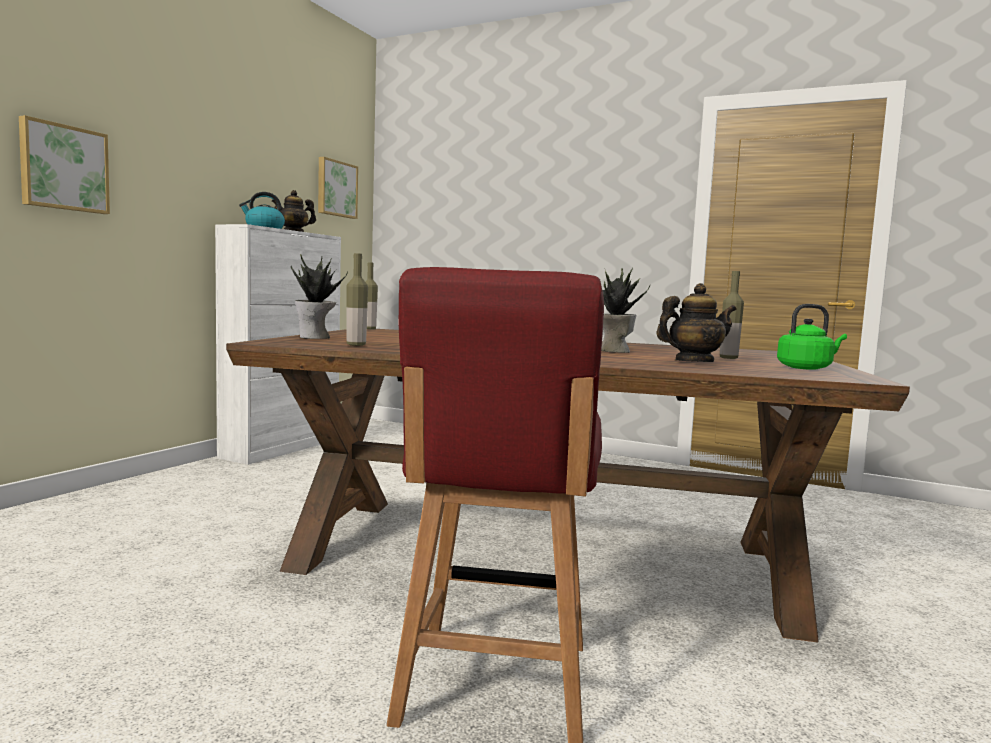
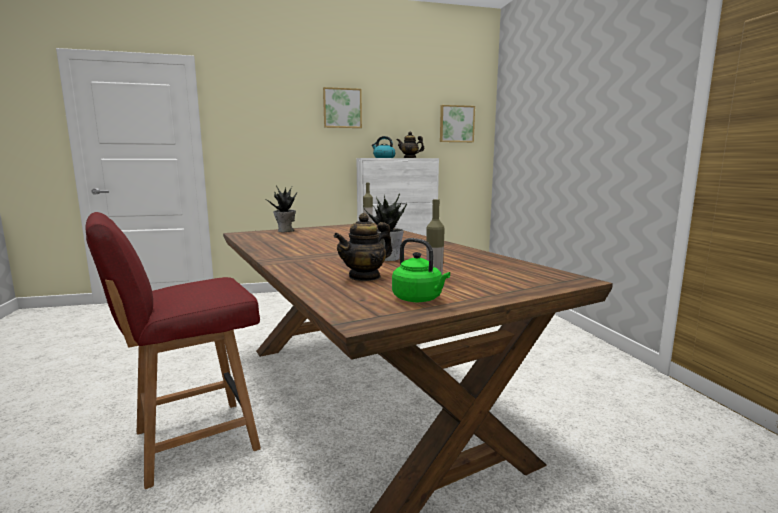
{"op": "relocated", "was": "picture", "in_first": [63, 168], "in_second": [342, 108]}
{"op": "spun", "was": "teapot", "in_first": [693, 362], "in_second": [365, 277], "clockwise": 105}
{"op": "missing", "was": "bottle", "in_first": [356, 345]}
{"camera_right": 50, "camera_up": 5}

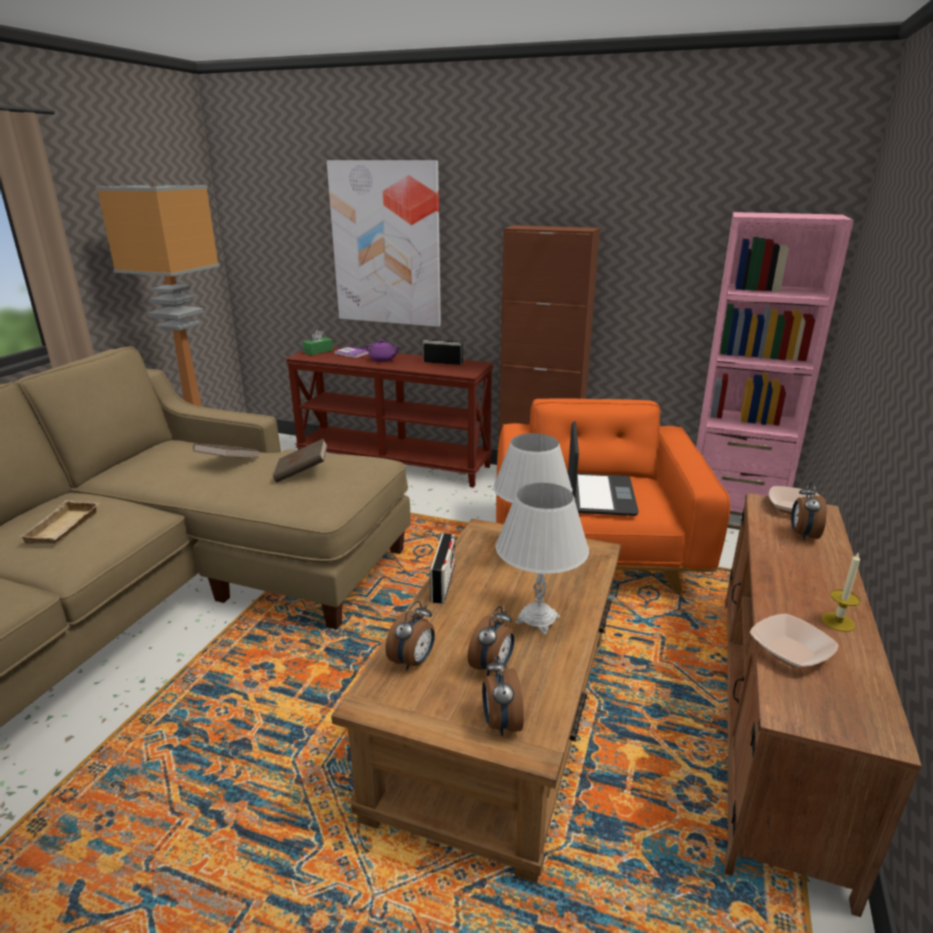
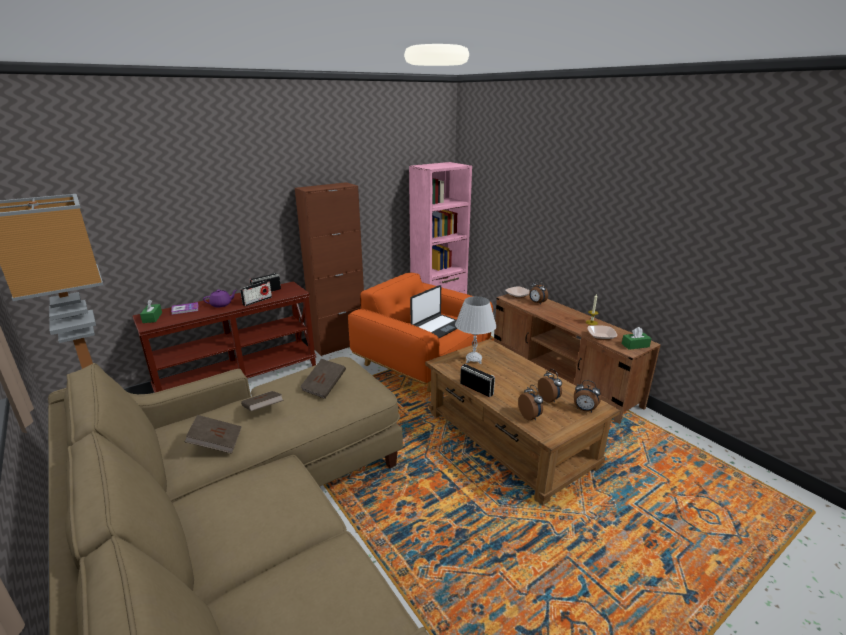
{"op": "appeared", "now": "brown book", "in_second": [216, 443]}
{"op": "appeared", "now": "radio", "in_second": [257, 301]}
{"op": "spun", "was": "laptop", "in_first": [599, 496], "in_second": [437, 327], "clockwise": 90}
{"op": "appeared", "now": "green tissue box", "in_second": [635, 345]}
{"op": "missing", "was": "beige tray", "in_first": [64, 528]}
{"op": "missing", "was": "picture", "in_first": [386, 244]}
{"op": "missing", "was": "white table lamp", "in_first": [538, 620]}
{"camera_right": -55, "camera_up": 0}

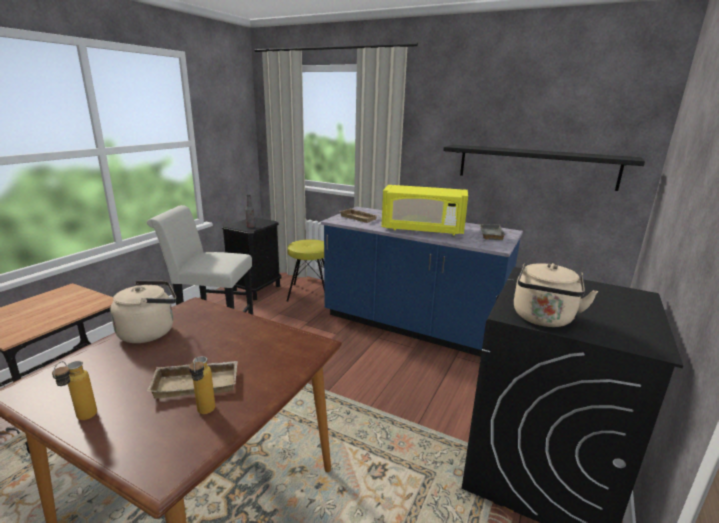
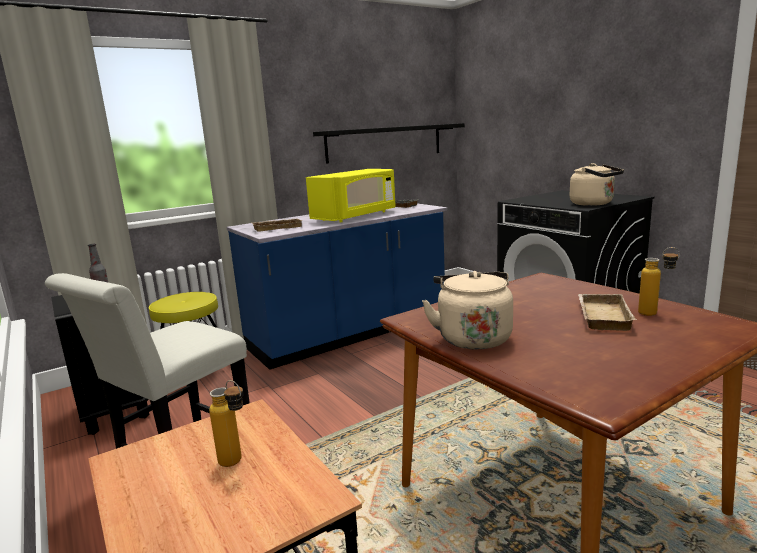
{"op": "relocated", "was": "bottle", "in_first": [82, 420], "in_second": [236, 463]}
{"camera_right": -60, "camera_up": -5}

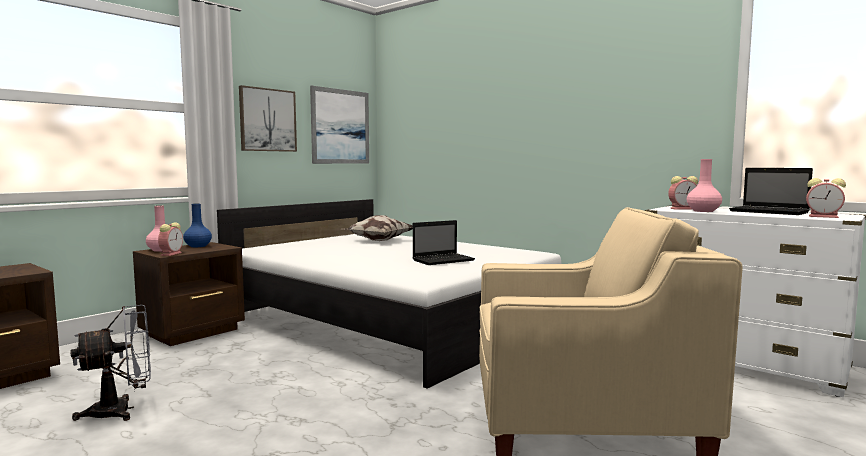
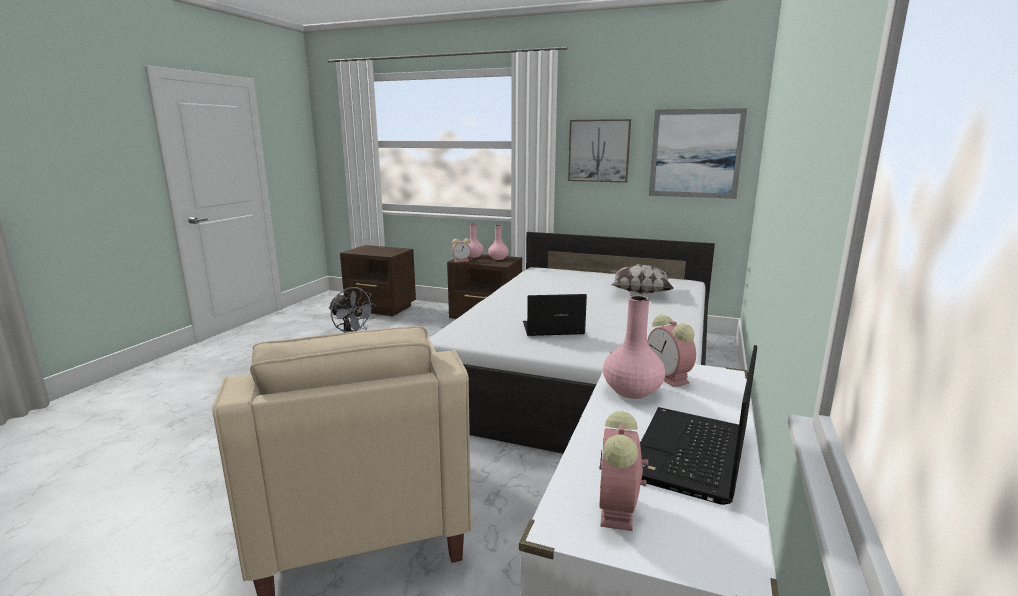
{"op": "colour", "was": "blue vase", "now": "pink vase", "in_first": [198, 246], "in_second": [498, 258]}
{"op": "spun", "was": "laptop", "in_first": [444, 260], "in_second": [551, 329], "clockwise": 135}
{"camera_right": 70, "camera_up": 10}

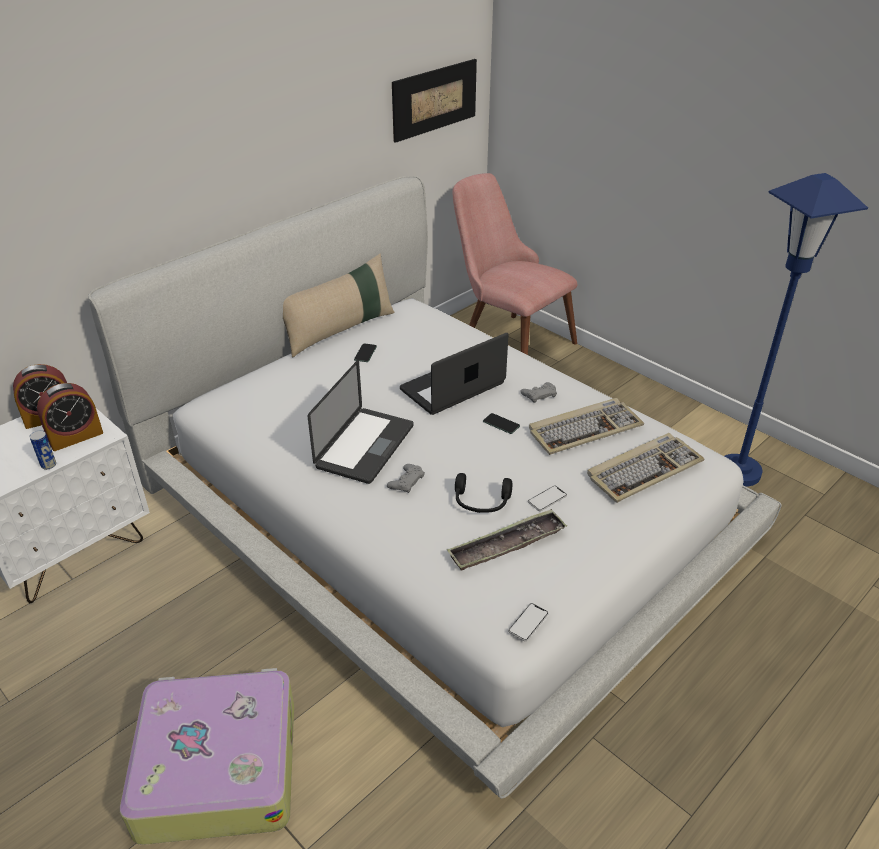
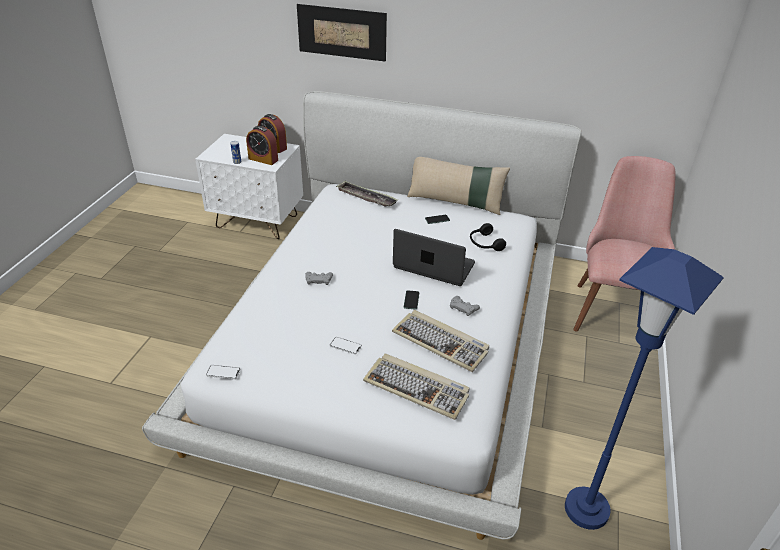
{"op": "relocated", "was": "picture", "in_first": [434, 99], "in_second": [342, 32]}
{"op": "relocated", "was": "tray", "in_first": [507, 545], "in_second": [366, 197]}
{"op": "relocated", "was": "black headphones", "in_first": [481, 502], "in_second": [484, 243]}
{"op": "missing", "was": "suitcase", "in_first": [217, 766]}
{"op": "missing", "was": "laptop", "in_first": [365, 446]}
{"camera_right": 60, "camera_up": 0}

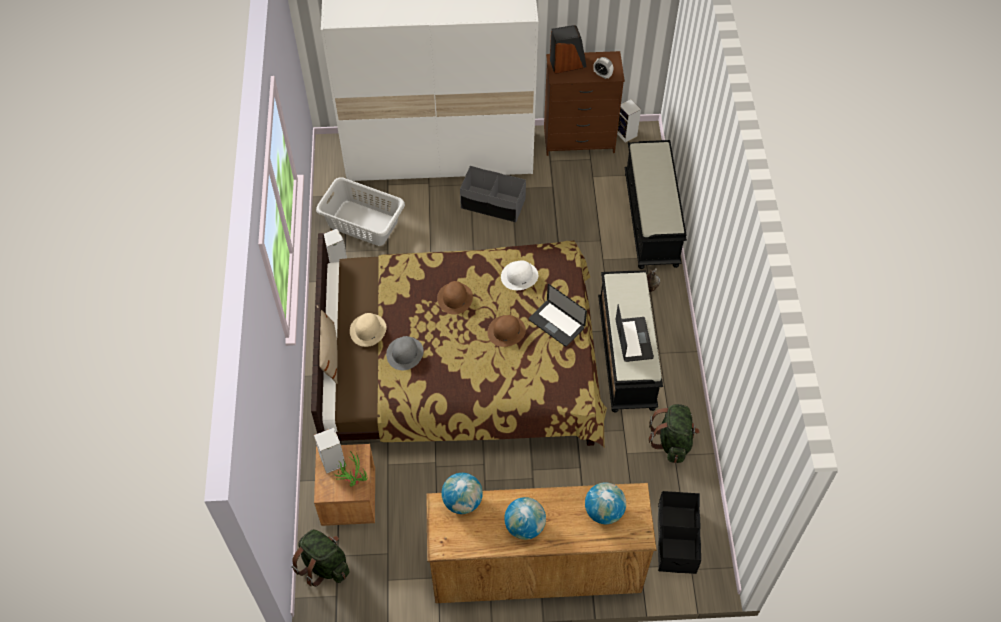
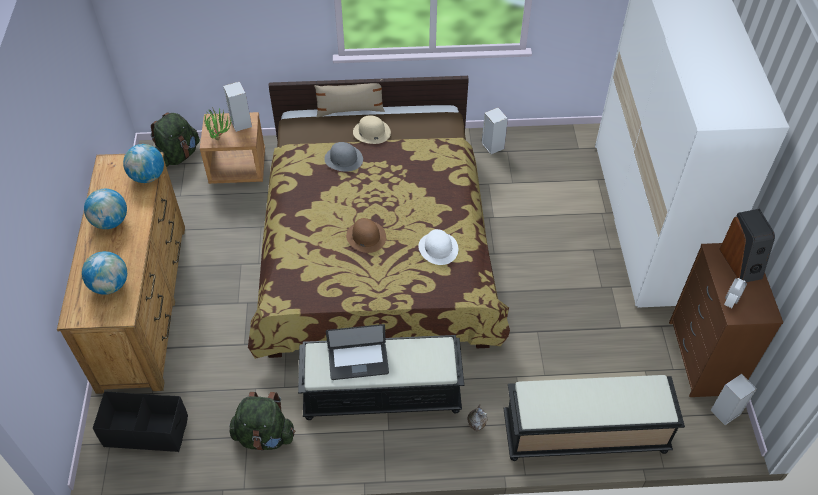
{"op": "missing", "was": "grey laundry basket", "in_first": [363, 222]}
{"op": "missing", "was": "brown hat", "in_first": [455, 298]}
{"op": "missing", "was": "grey storage box", "in_first": [493, 204]}
{"op": "missing", "was": "laptop", "in_first": [556, 324]}
{"camera_right": 90, "camera_up": -5}

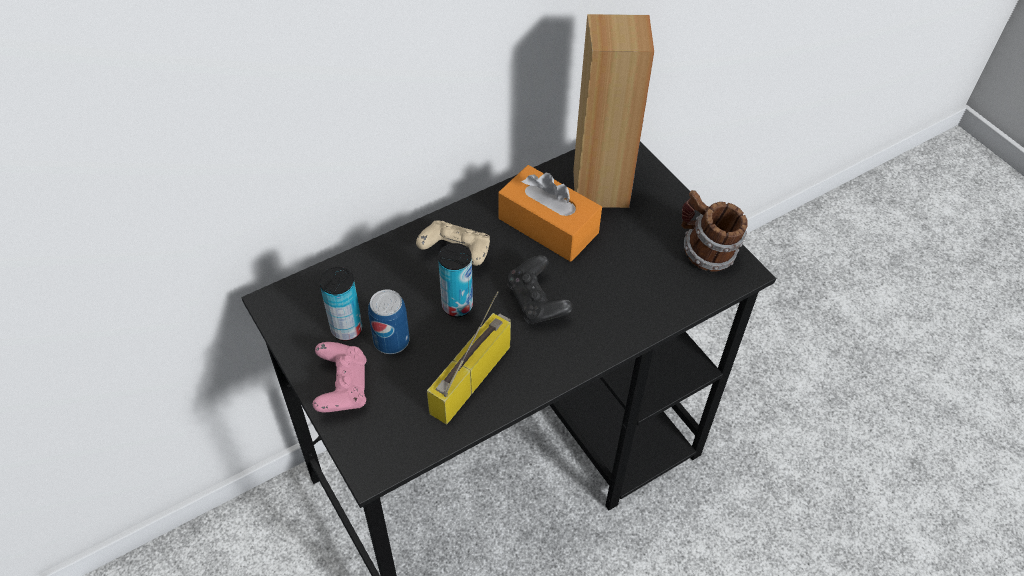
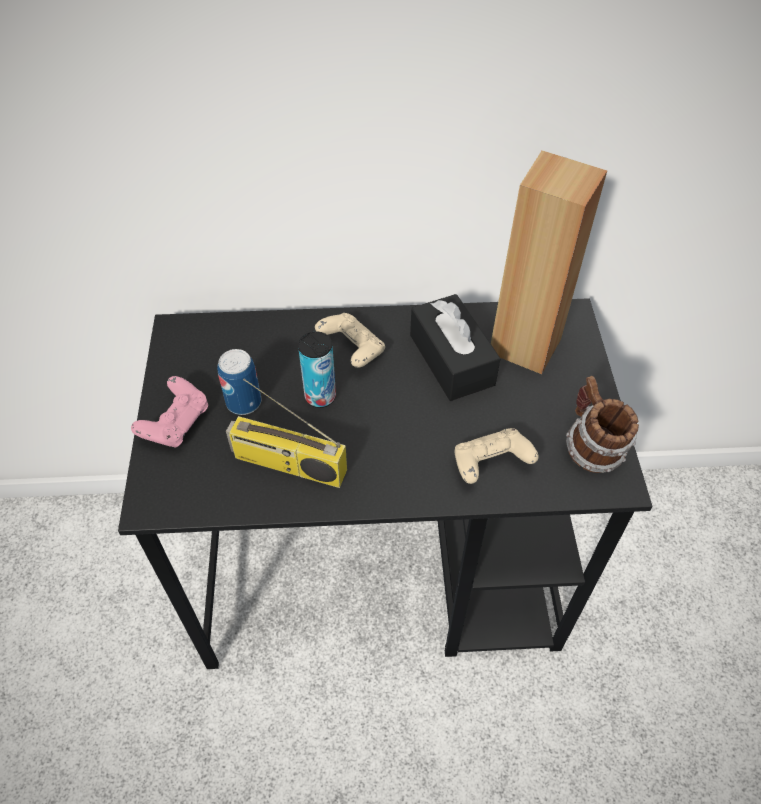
{"op": "spun", "was": "radio", "in_first": [471, 377], "in_second": [287, 465], "clockwise": -135}
{"op": "colour", "was": "orange tissue box", "now": "black tissue box", "in_first": [548, 226], "in_second": [451, 360]}
{"op": "appeared", "now": "beige game controller", "in_second": [490, 464]}
{"op": "missing", "was": "can", "in_first": [346, 329]}
{"op": "missing", "was": "black game controller", "in_first": [537, 302]}
{"camera_right": 30, "camera_up": 0}

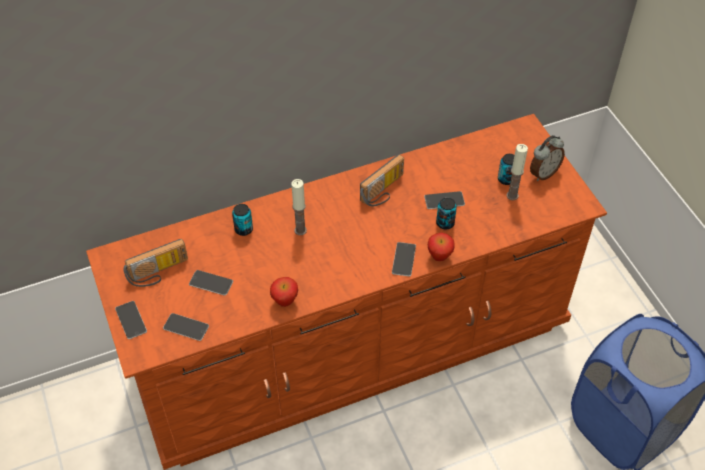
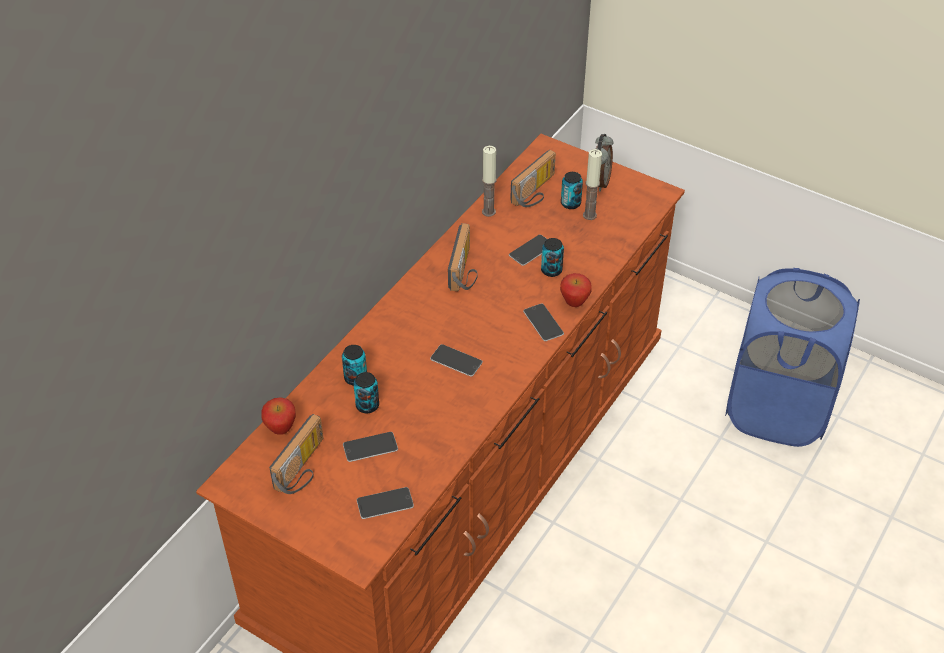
{"op": "relocated", "was": "apple", "in_first": [285, 301], "in_second": [281, 429]}
{"op": "appeared", "now": "can", "in_second": [367, 405]}
{"op": "relocated", "was": "phone", "in_first": [131, 320], "in_second": [456, 360]}
{"op": "relocated", "was": "candle", "in_first": [300, 230], "in_second": [488, 212]}
{"op": "appeared", "now": "radio", "in_second": [536, 192]}
{"camera_right": -35, "camera_up": -5}

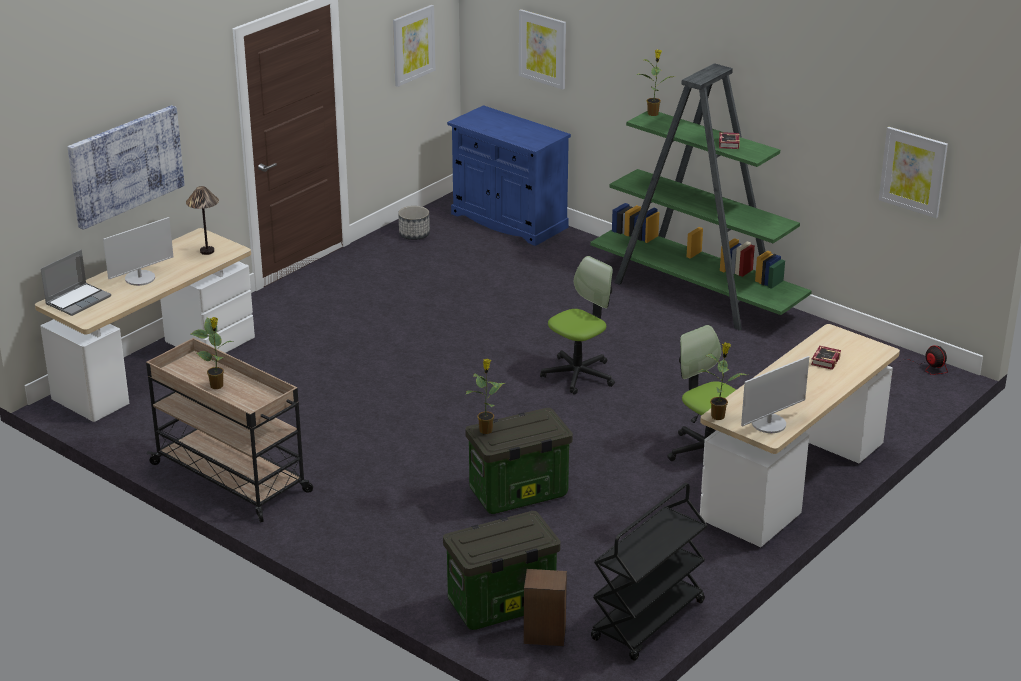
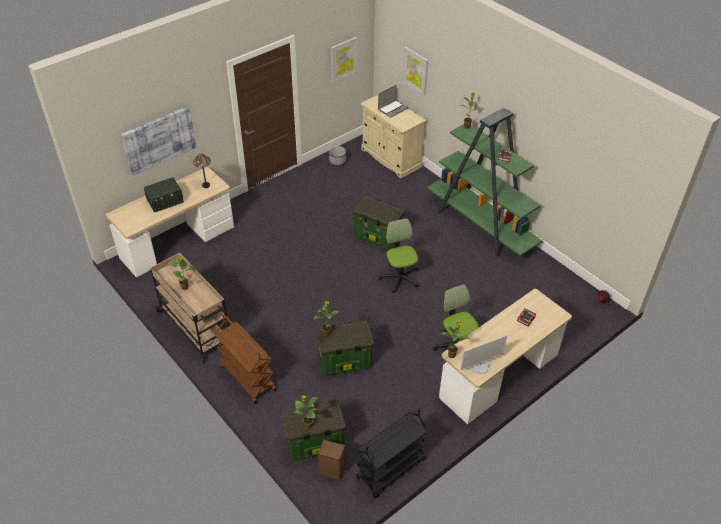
{"op": "exchanged", "was": "monitor", "now": "radio", "in_first": [140, 278], "in_second": [165, 201]}
{"op": "appeared", "now": "brown cart", "in_second": [247, 377]}
{"op": "appeared", "now": "potted plant", "in_second": [307, 425]}
{"op": "appeared", "now": "storage box", "in_second": [378, 236]}
{"op": "colour", "was": "blue cabinet", "now": "beige cabinet", "in_first": [509, 221], "in_second": [391, 158]}
{"op": "relocated", "was": "laptop", "in_first": [78, 300], "in_second": [392, 109]}
{"op": "spun", "was": "office chair", "in_first": [578, 375], "in_second": [400, 278], "clockwise": -75}
{"op": "missing", "was": "picture", "in_first": [913, 171]}
{"camera_right": 10, "camera_up": 15}

